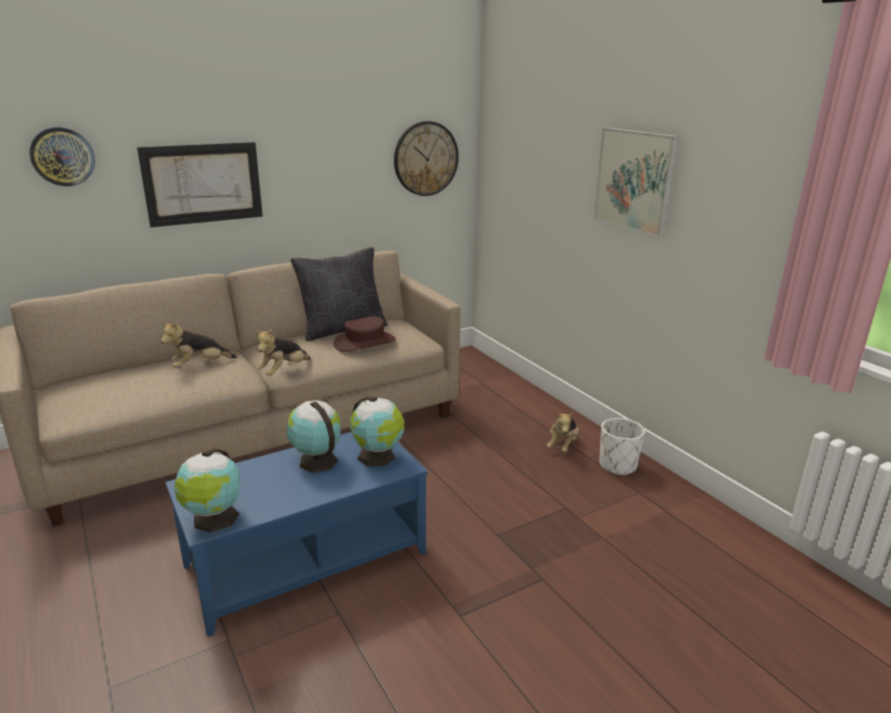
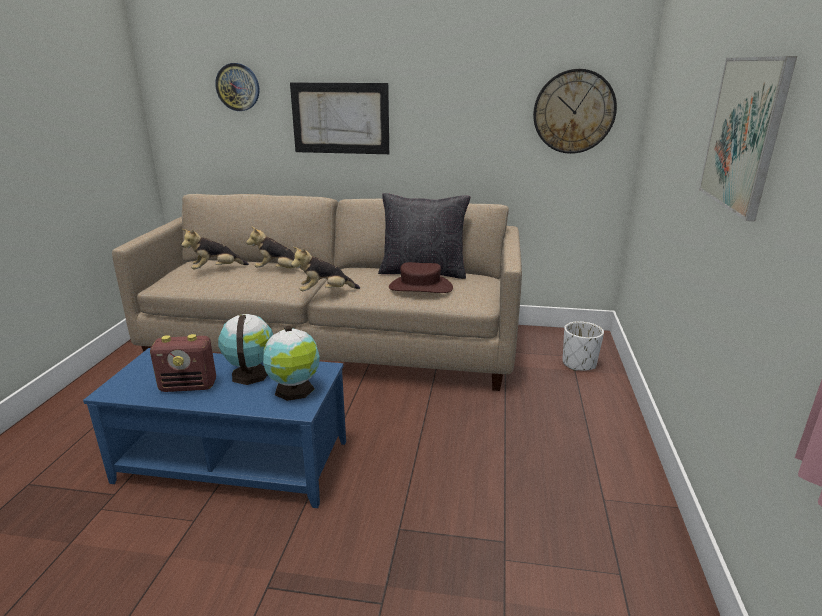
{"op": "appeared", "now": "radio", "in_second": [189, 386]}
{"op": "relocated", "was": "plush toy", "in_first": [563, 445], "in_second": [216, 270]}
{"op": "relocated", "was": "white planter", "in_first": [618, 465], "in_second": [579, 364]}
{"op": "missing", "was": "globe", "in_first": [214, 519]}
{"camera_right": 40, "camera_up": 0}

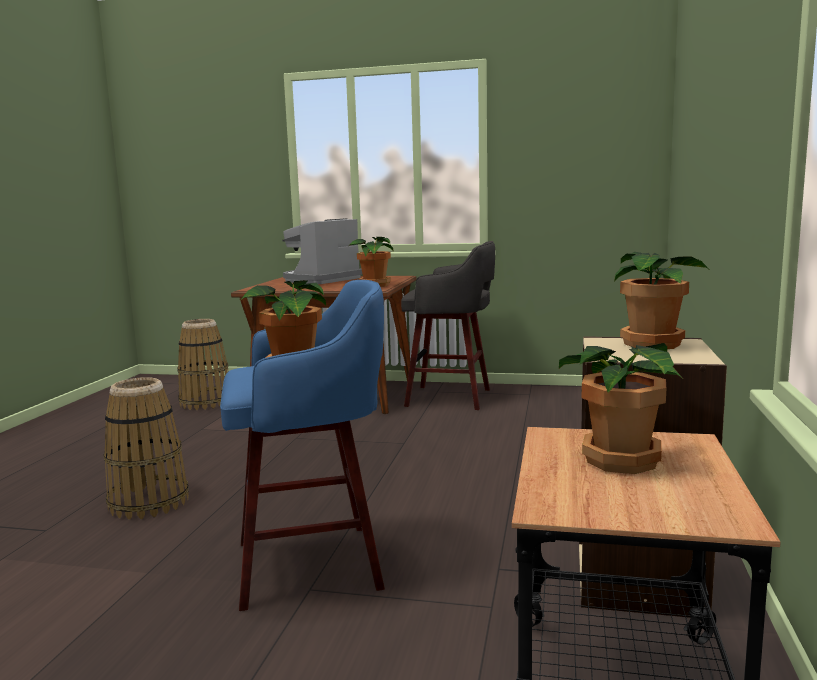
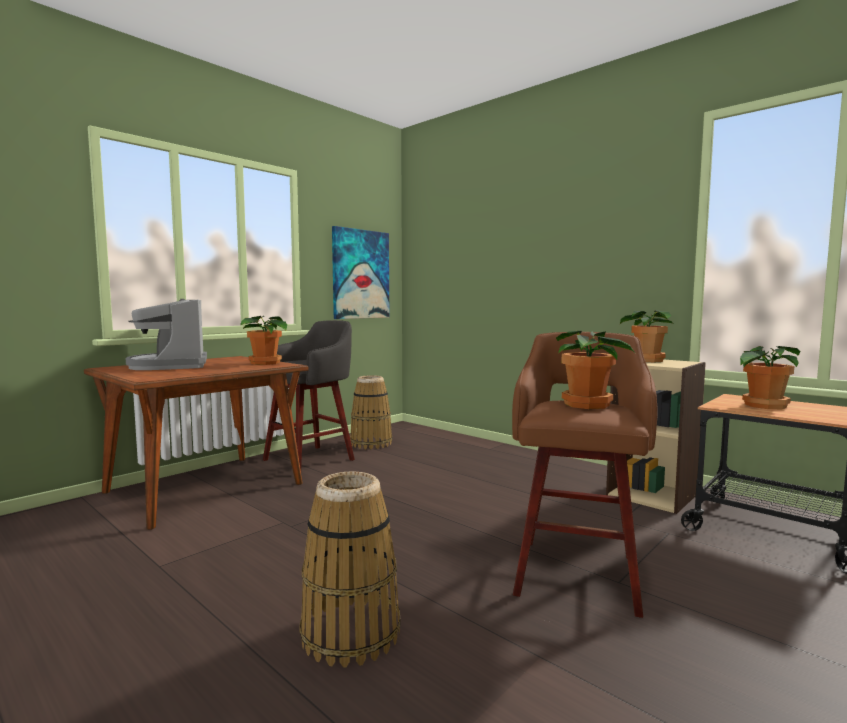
{"op": "appeared", "now": "picture", "in_second": [360, 274]}
{"op": "relocated", "was": "basket", "in_first": [206, 402], "in_second": [371, 443]}
{"op": "colour", "was": "blue stool", "now": "brown stool", "in_first": [314, 564], "in_second": [577, 572]}
{"camera_right": -60, "camera_up": -5}

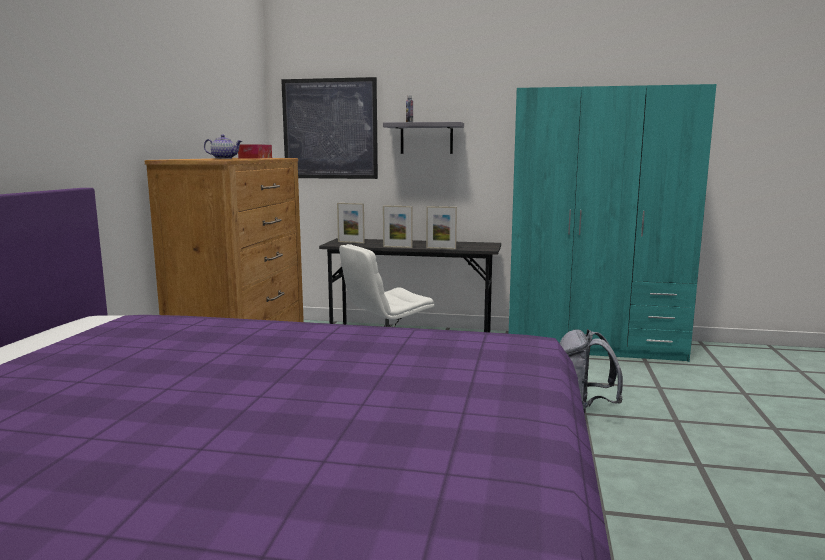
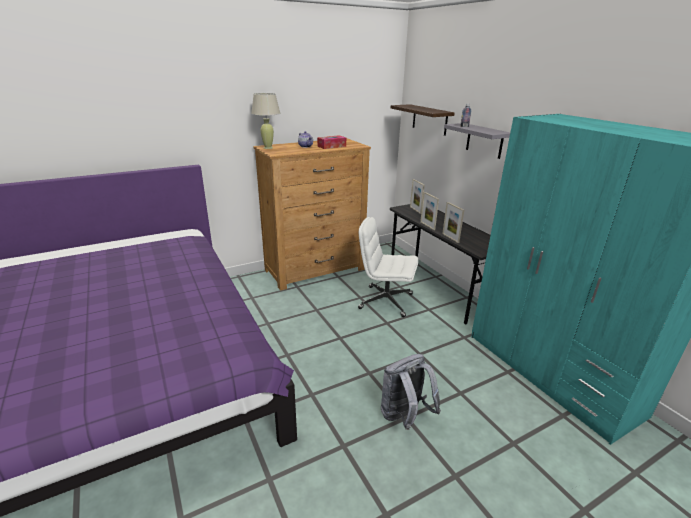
{"op": "appeared", "now": "beige table lamp", "in_second": [268, 148]}
{"op": "exchanged", "was": "picture", "now": "shelf", "in_first": [330, 129], "in_second": [429, 119]}
{"camera_right": 50, "camera_up": 15}

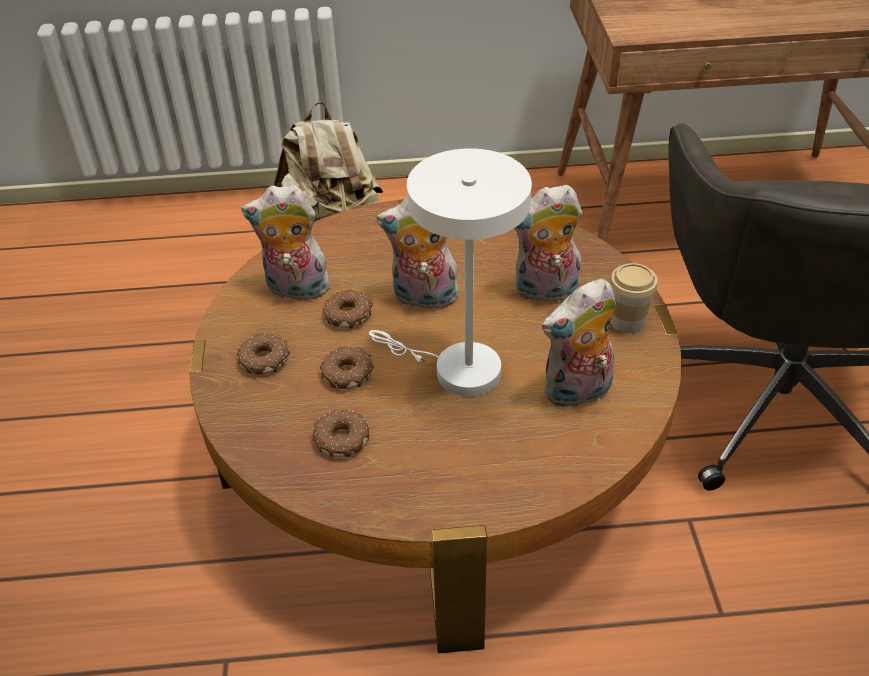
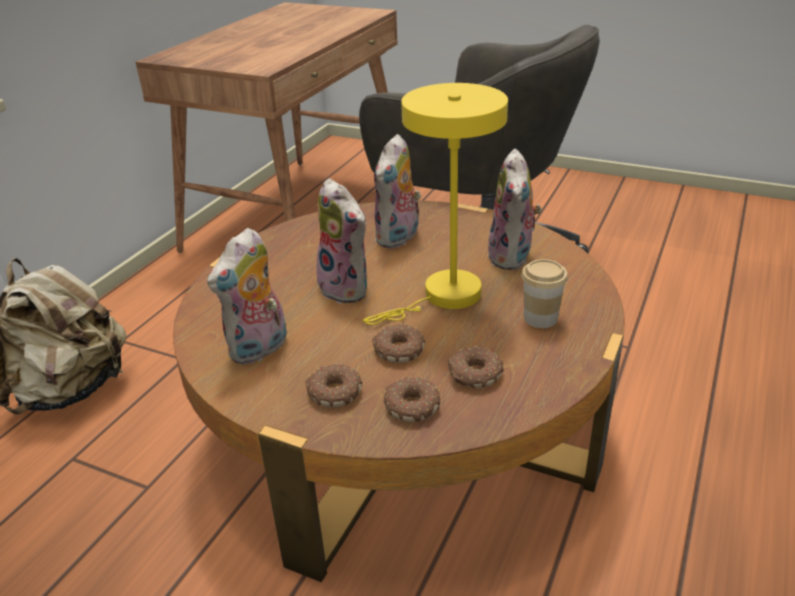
{"op": "spun", "was": "plush toy", "in_first": [423, 299], "in_second": [348, 289], "clockwise": -75}
{"op": "colour", "was": "white table lamp", "now": "yellow table lamp", "in_first": [456, 370], "in_second": [444, 297]}
{"op": "relocated", "was": "donut", "in_first": [348, 314], "in_second": [411, 405]}
{"op": "relocated", "was": "cup", "in_first": [627, 321], "in_second": [540, 318]}
{"camera_right": -60, "camera_up": -10}

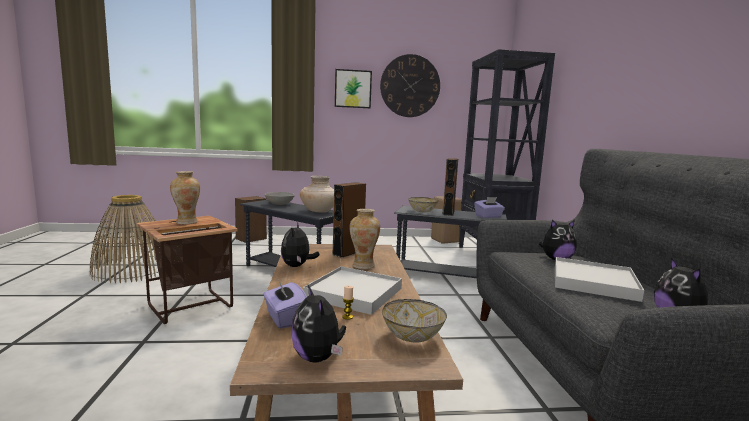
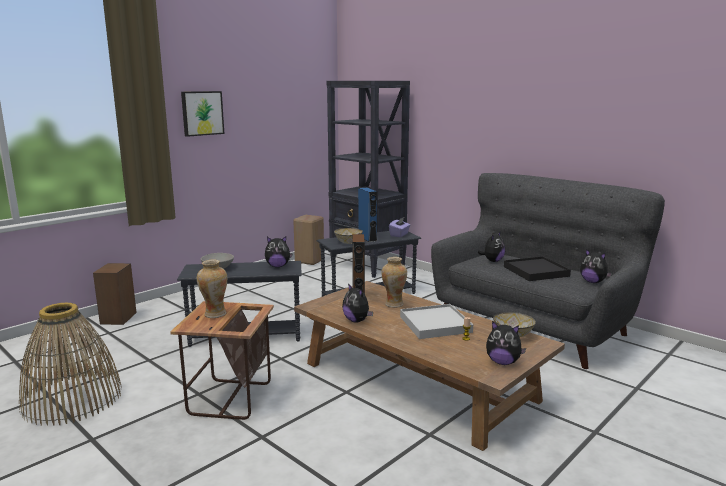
{"op": "exchanged", "was": "beige vase", "now": "plush toy", "in_first": [319, 211], "in_second": [278, 266]}
{"op": "colour", "was": "brown speaker", "now": "blue speaker", "in_first": [448, 213], "in_second": [367, 238]}
{"op": "colour", "was": "white tray", "now": "black tray", "in_first": [593, 282], "in_second": [535, 271]}
{"op": "missing", "was": "purple tissue box", "in_first": [284, 318]}
{"op": "missing", "was": "wall clock", "in_first": [410, 86]}
{"camera_right": -40, "camera_up": 5}

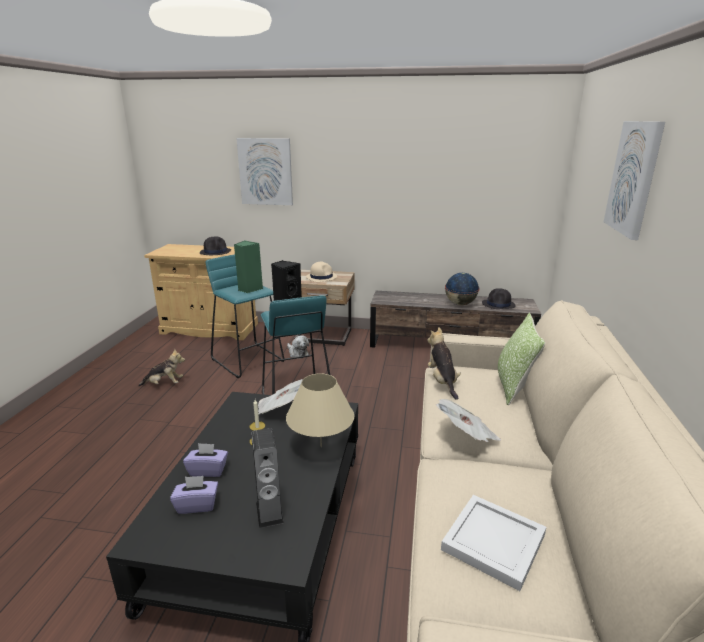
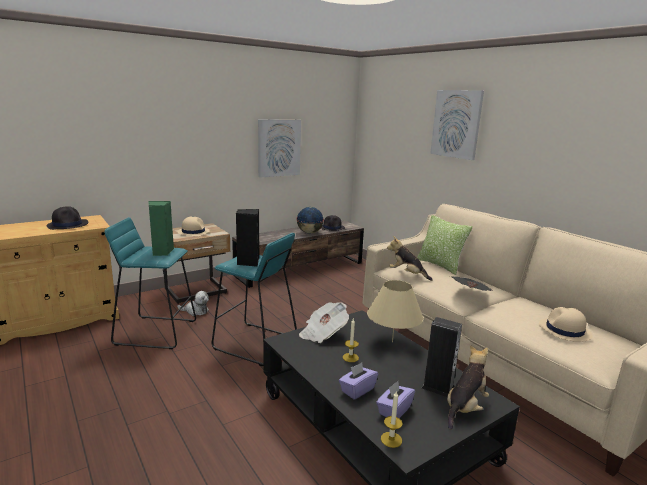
{"op": "relocated", "was": "picture", "in_first": [265, 171], "in_second": [279, 148]}
{"op": "appeared", "now": "candle", "in_second": [391, 439]}
{"op": "relocated", "was": "plush toy", "in_first": [164, 384], "in_second": [465, 408]}
{"op": "exchanged", "was": "white tray", "now": "beige hat", "in_first": [491, 542], "in_second": [564, 330]}
{"camera_right": -45, "camera_up": -5}

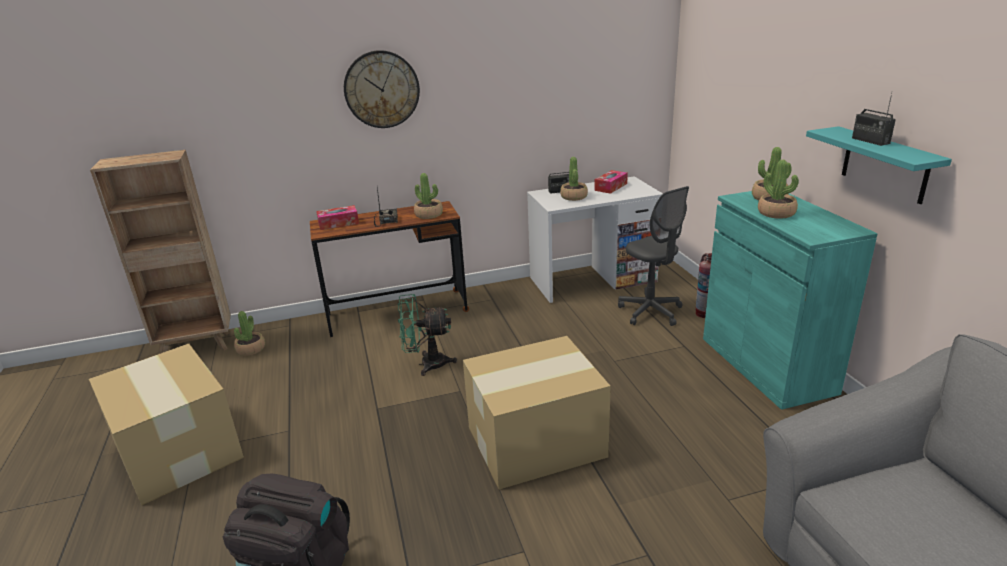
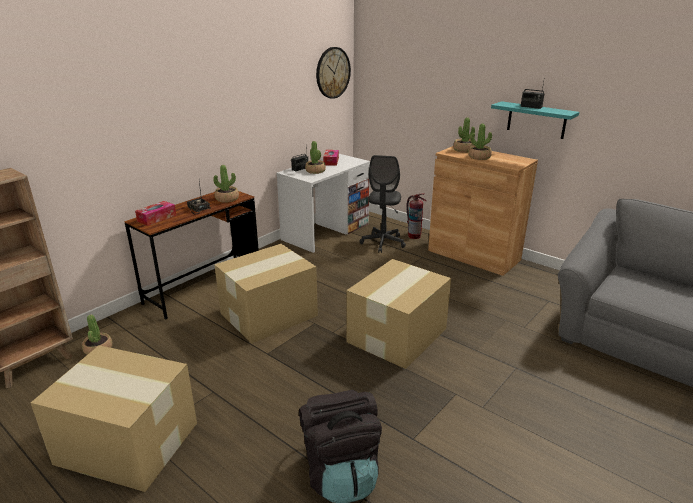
{"op": "exchanged", "was": "green fan", "now": "cardboard box", "in_first": [426, 364], "in_second": [270, 314]}
{"op": "relocated", "was": "wall clock", "in_first": [381, 89], "in_second": [332, 73]}
{"op": "spun", "was": "grey office chair", "in_first": [650, 312], "in_second": [383, 243], "clockwise": 75}
{"op": "colour", "was": "turquoise cabinet", "now": "brown cabinet", "in_first": [766, 365], "in_second": [473, 255]}
{"camera_right": -35, "camera_up": 0}

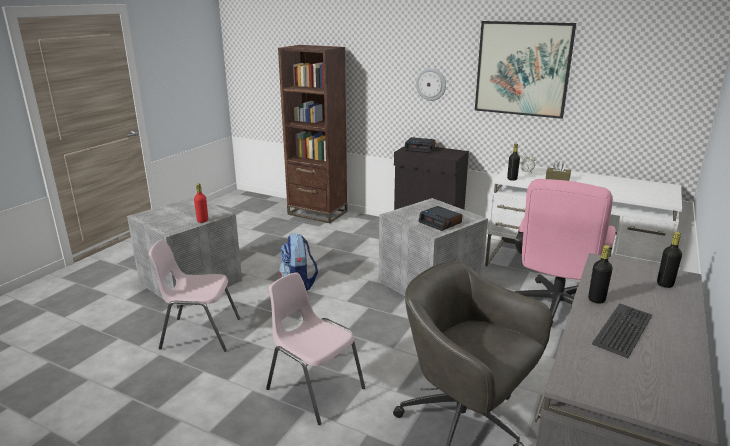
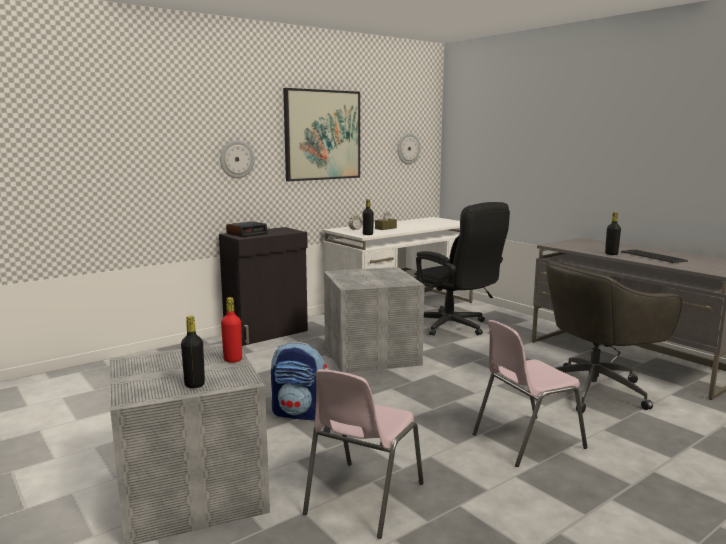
{"op": "relocated", "was": "black bottle", "in_first": [665, 284], "in_second": [194, 384]}
{"op": "appeared", "now": "wall clock", "in_second": [408, 148]}
{"op": "colour", "was": "pink office chair", "now": "black office chair", "in_first": [554, 308], "in_second": [455, 327]}
{"op": "missing", "was": "brown bookcase", "in_first": [317, 213]}
{"op": "missing", "was": "alarm clock", "in_first": [440, 222]}
{"camera_right": -65, "camera_up": -10}

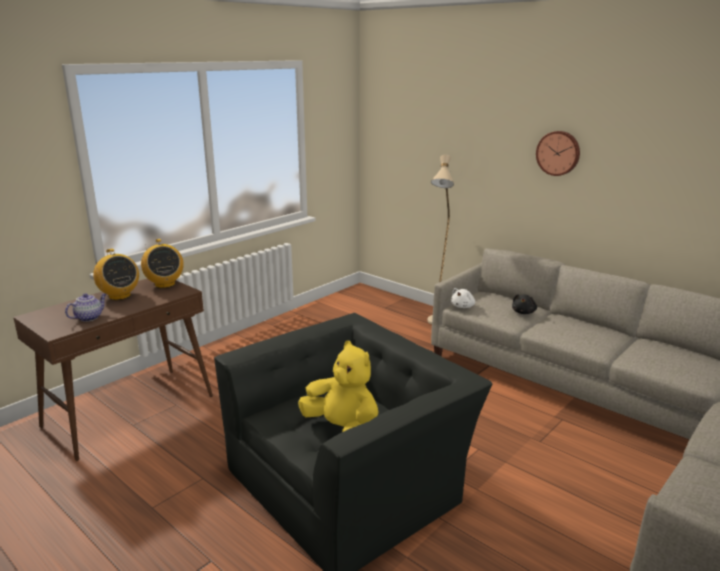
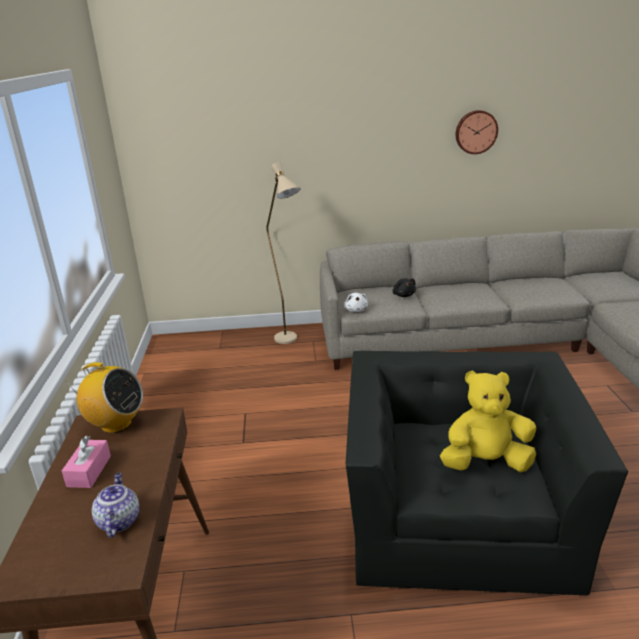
{"op": "exchanged", "was": "radio", "now": "pink tissue box", "in_first": [119, 296], "in_second": [89, 471]}
{"op": "relocated", "was": "wall clock", "in_first": [558, 153], "in_second": [475, 132]}
{"camera_right": -45, "camera_up": 5}

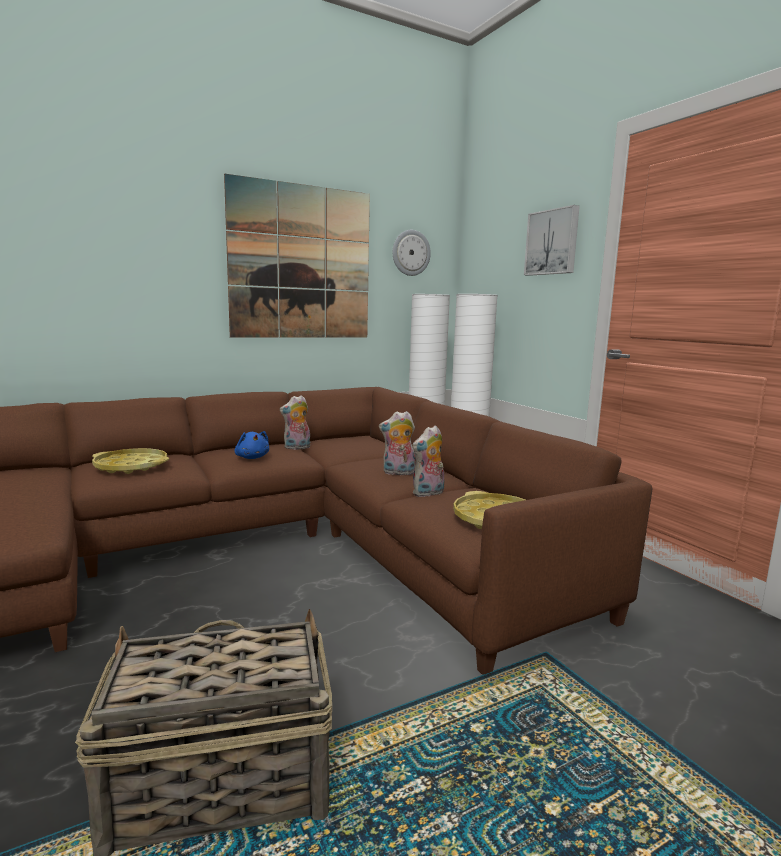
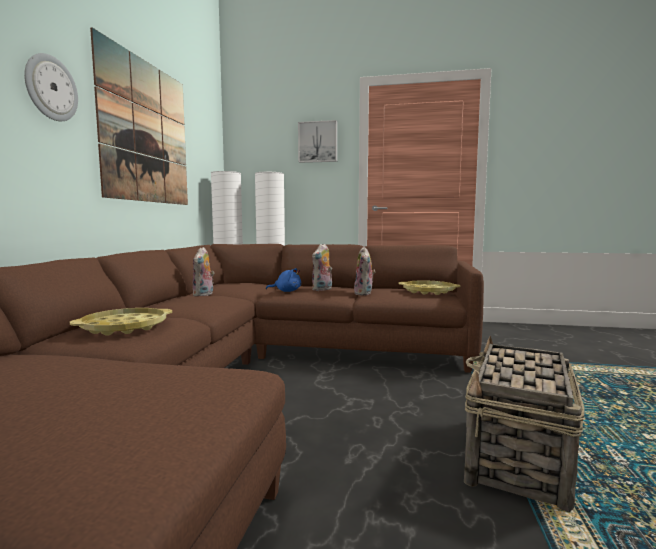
{"op": "relocated", "was": "wall clock", "in_first": [410, 253], "in_second": [51, 88]}
{"op": "relocated", "was": "blue plush toy", "in_first": [252, 457], "in_second": [286, 291]}
{"camera_right": -50, "camera_up": -5}

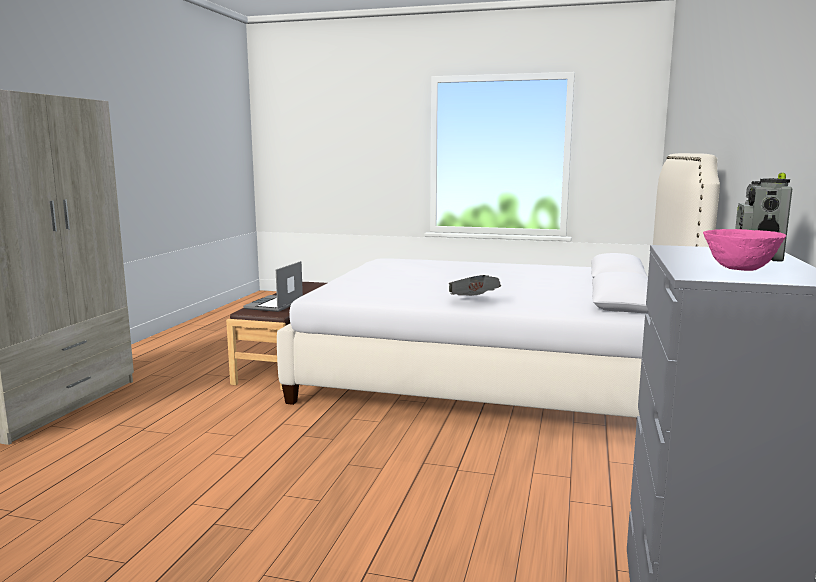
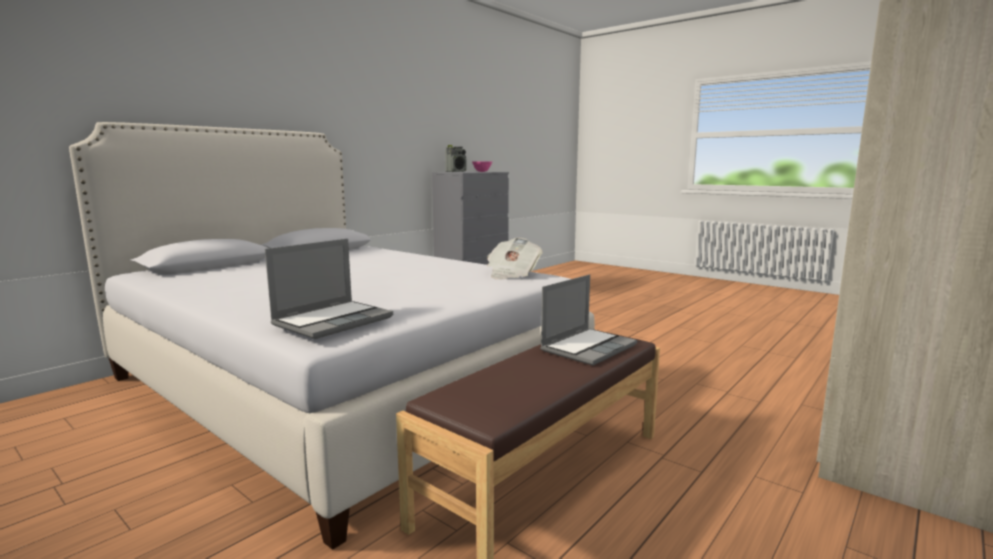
{"op": "appeared", "now": "laptop", "in_second": [333, 321]}
{"op": "relocated", "was": "newspaper", "in_first": [473, 301], "in_second": [512, 274]}
{"camera_right": -155, "camera_up": 0}

